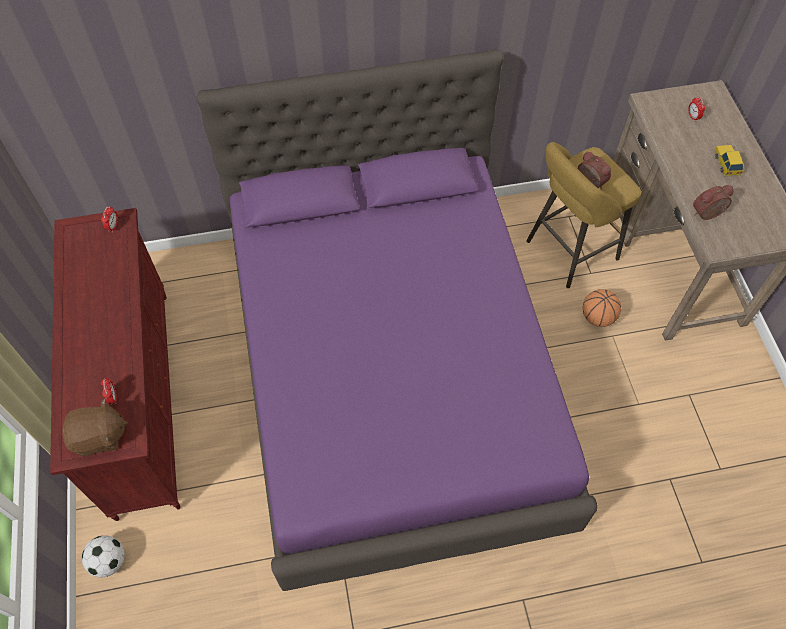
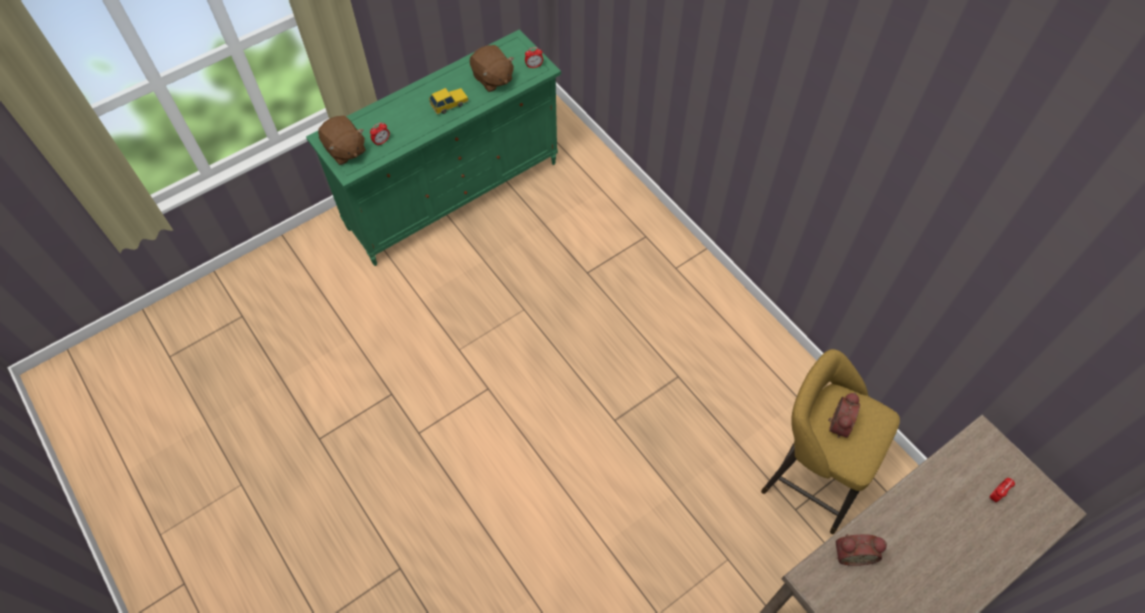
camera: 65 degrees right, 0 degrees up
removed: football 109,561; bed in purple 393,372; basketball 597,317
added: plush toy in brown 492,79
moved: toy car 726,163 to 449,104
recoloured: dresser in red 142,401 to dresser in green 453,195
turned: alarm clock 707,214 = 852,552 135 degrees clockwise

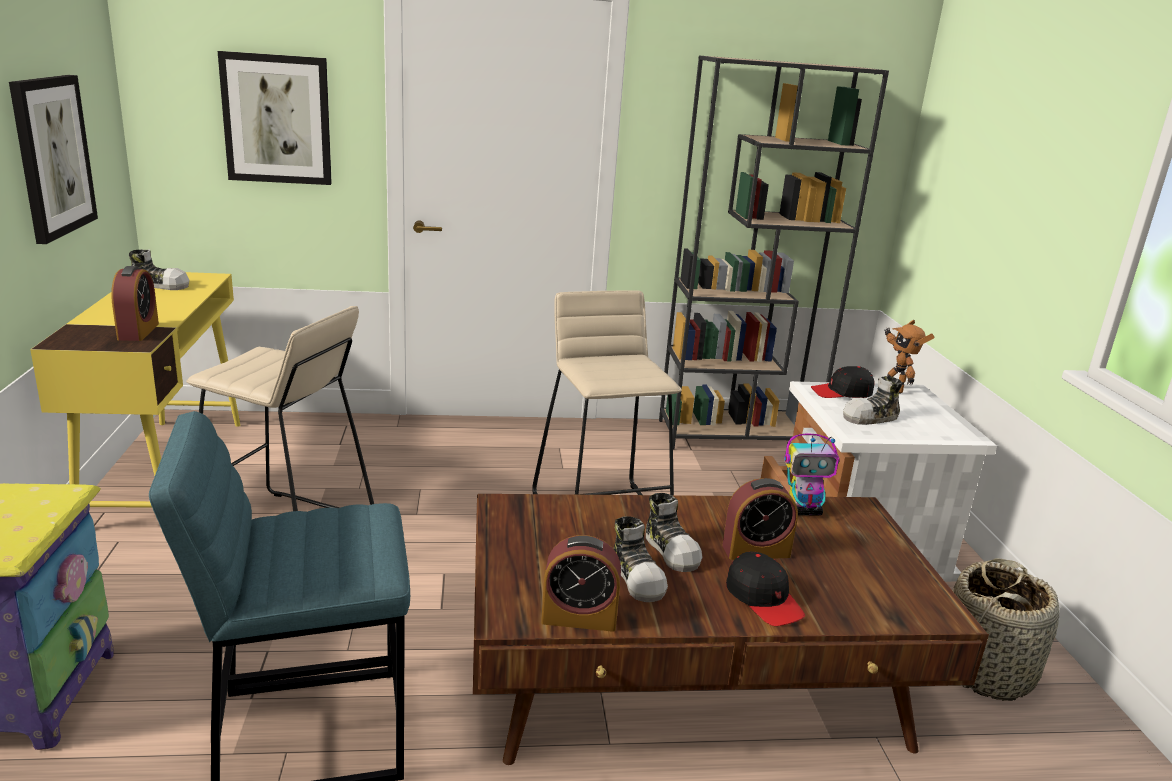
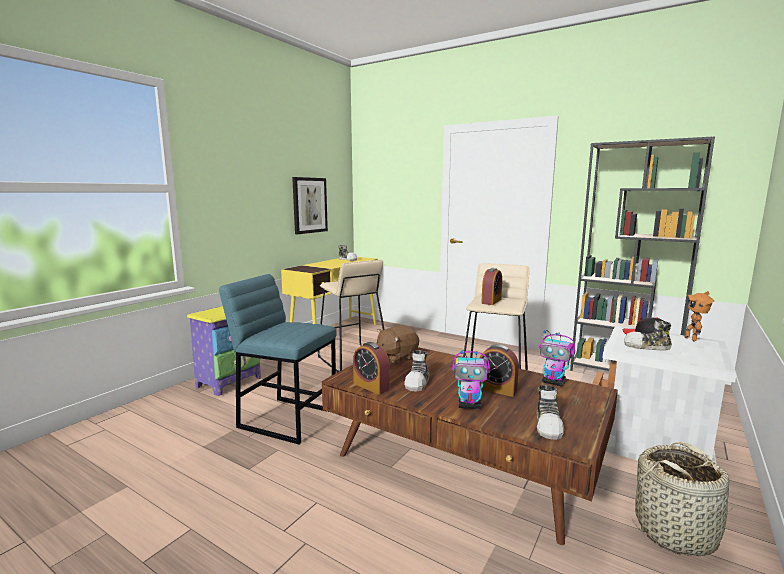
camera: 40 degrees right, 10 degrees down
removed: picture 277,119
added: plush toy in brown 396,356
moved: alarm clock 138,331 to 491,301; shoe 672,550 to 549,425
replaced: cap in black 763,599 to toy robot 469,405

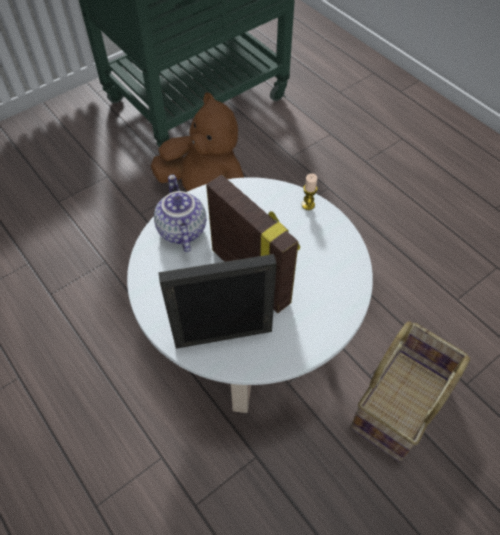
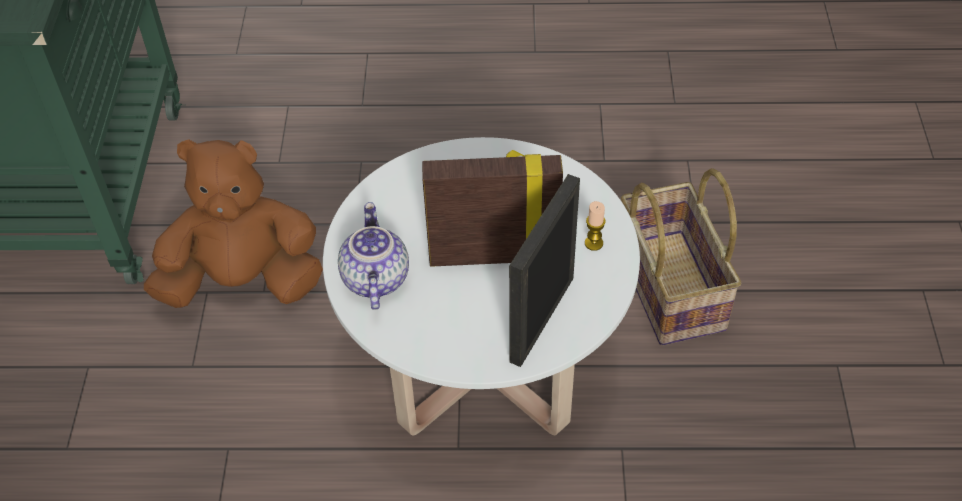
camera: 50 degrees left, 5 degrees down
moved: candle 308,205 to 593,243
turned: teapot 180,230 = 374,278 60 degrees clockwise

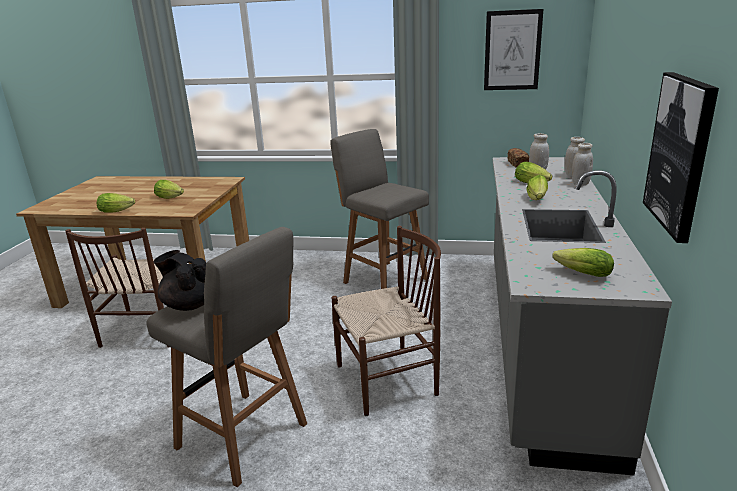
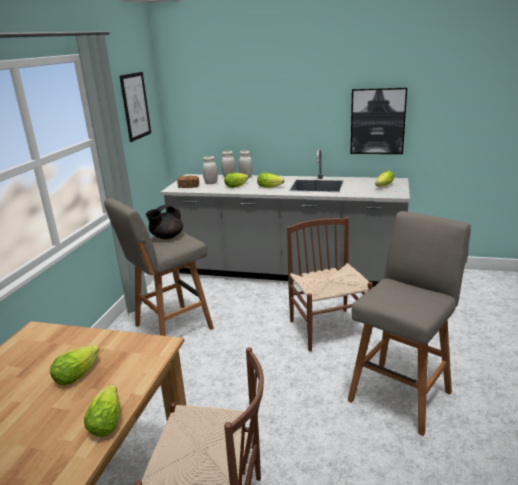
camera: 85 degrees left, 0 degrees up
moved: teapot in black 190,304 to 166,237

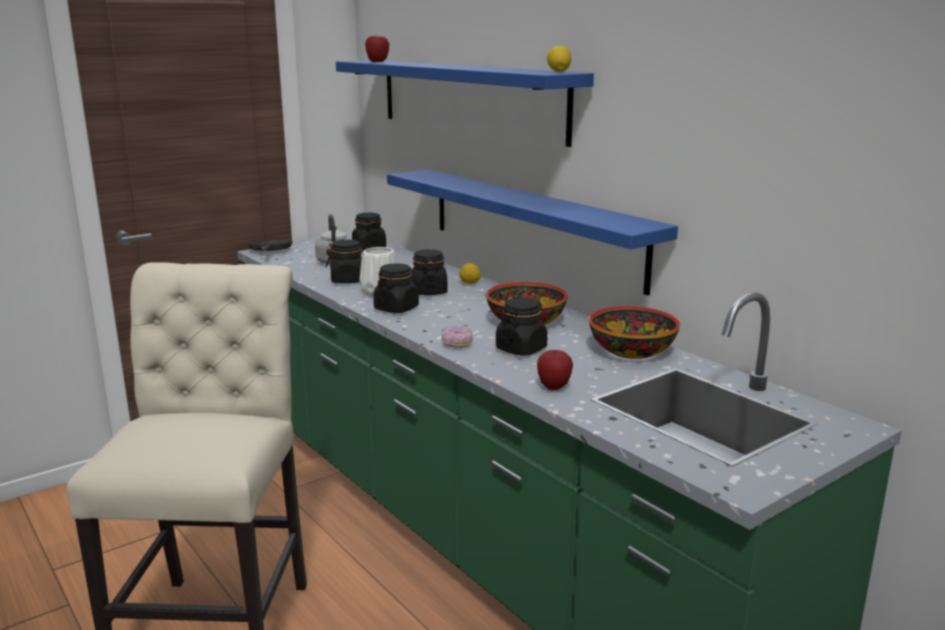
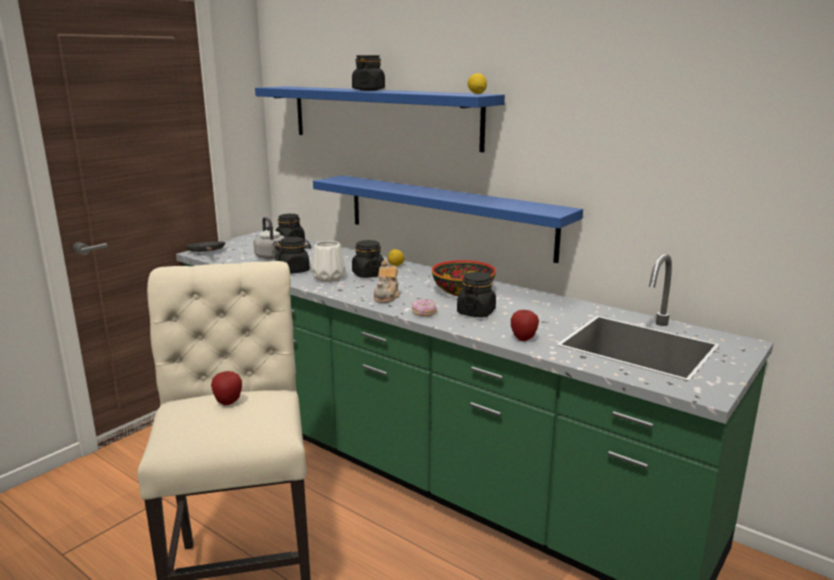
camera: 15 degrees left, 0 degrees up
removed: bowl 633,351
added: teapot 387,297
moved: apple 377,62 to 228,402; jar in black 396,308 to 368,90

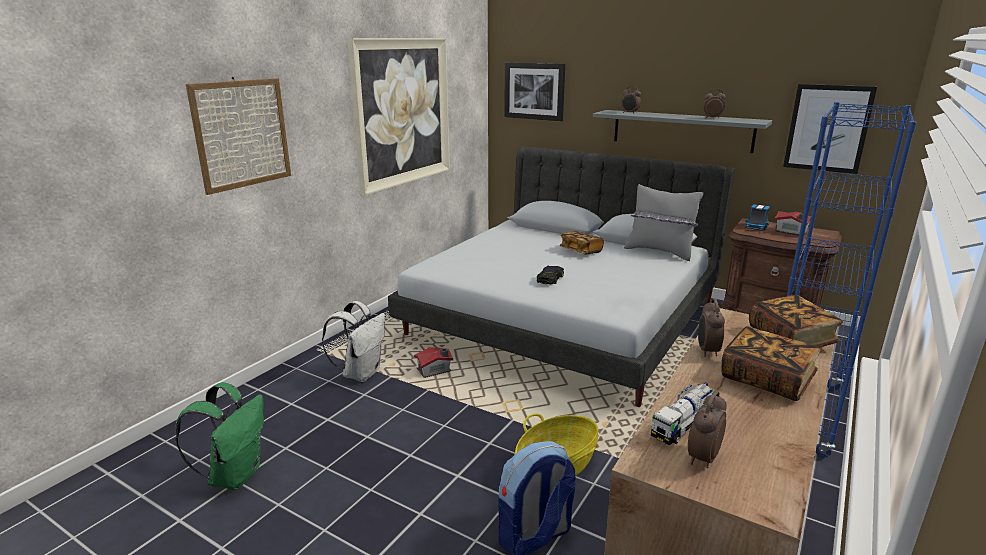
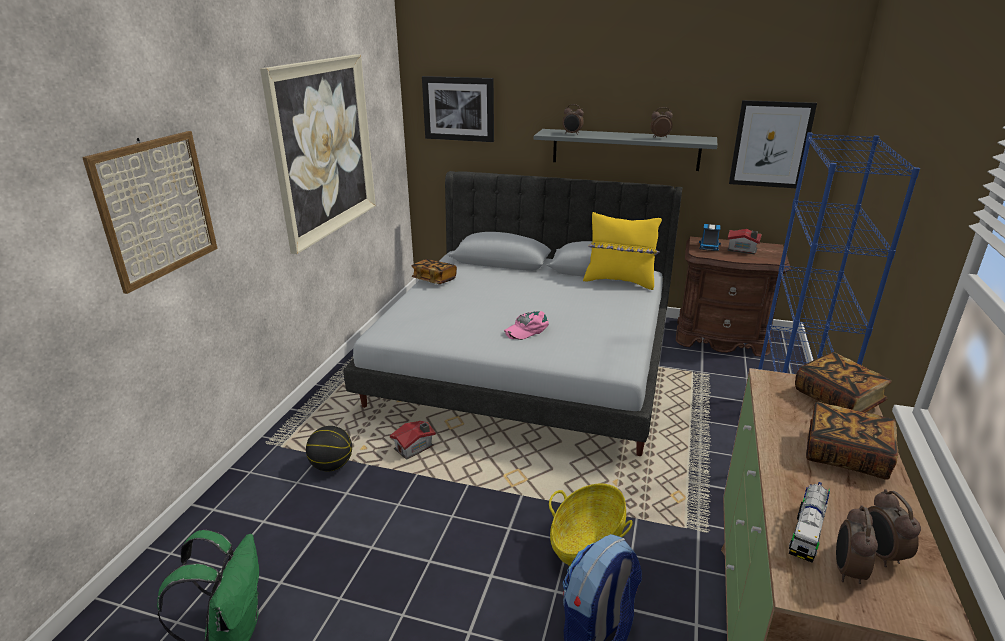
camera: 15 degrees left, 5 degrees up
moved: book 581,251 to 434,280; alarm clock 707,351 to 880,554
replaced: backpack in white 361,373 to basketball 332,465; toy car in black 550,278 to cap in pink 526,329
recoloured: pillow in grey 659,252 to pillow in yellow 619,281

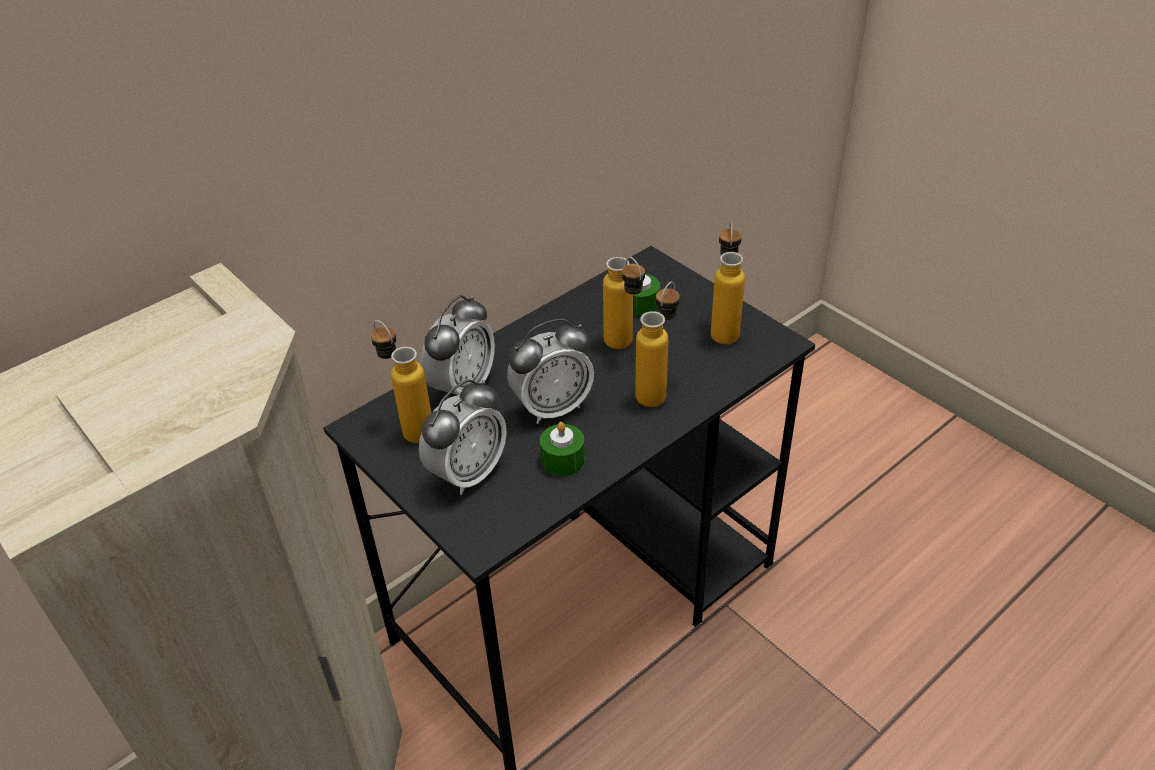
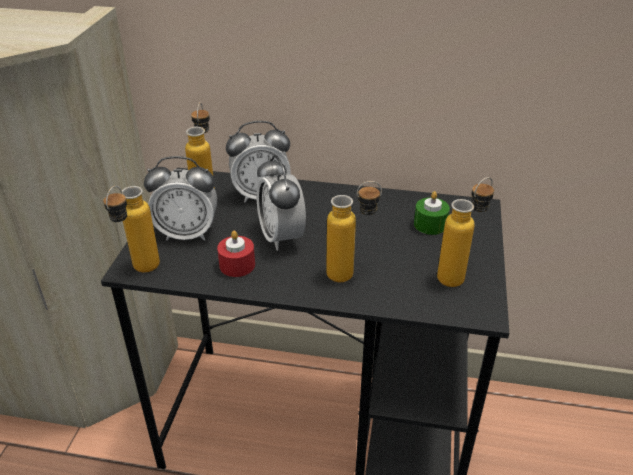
camera: 50 degrees right, 5 degrees down
moved: bottle 624,348 to 140,272
recoloured: candle in green 563,459 to candle in red 237,265
turned: alarm clock 552,407 = 281,237 45 degrees clockwise

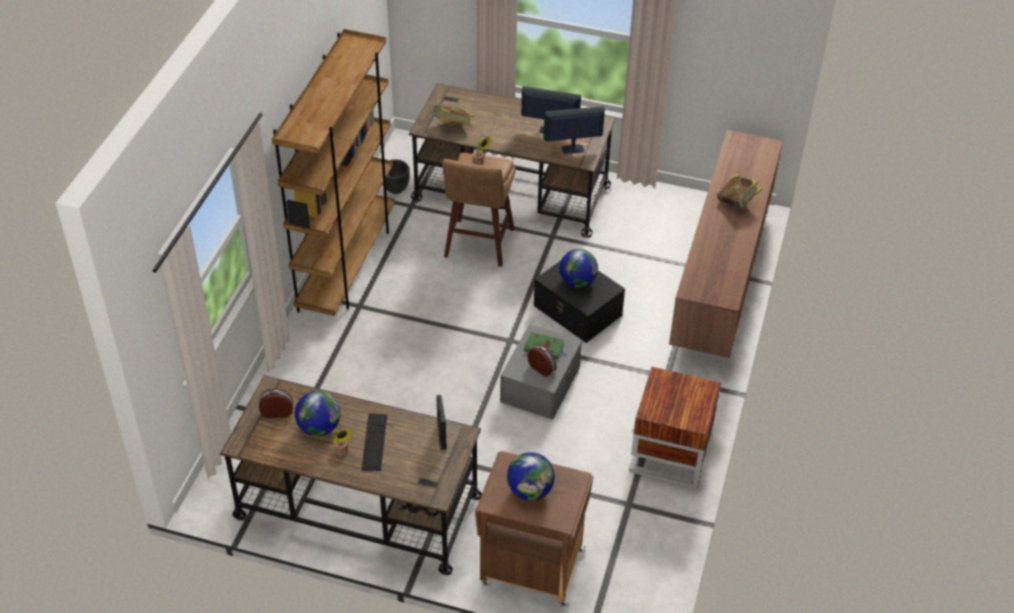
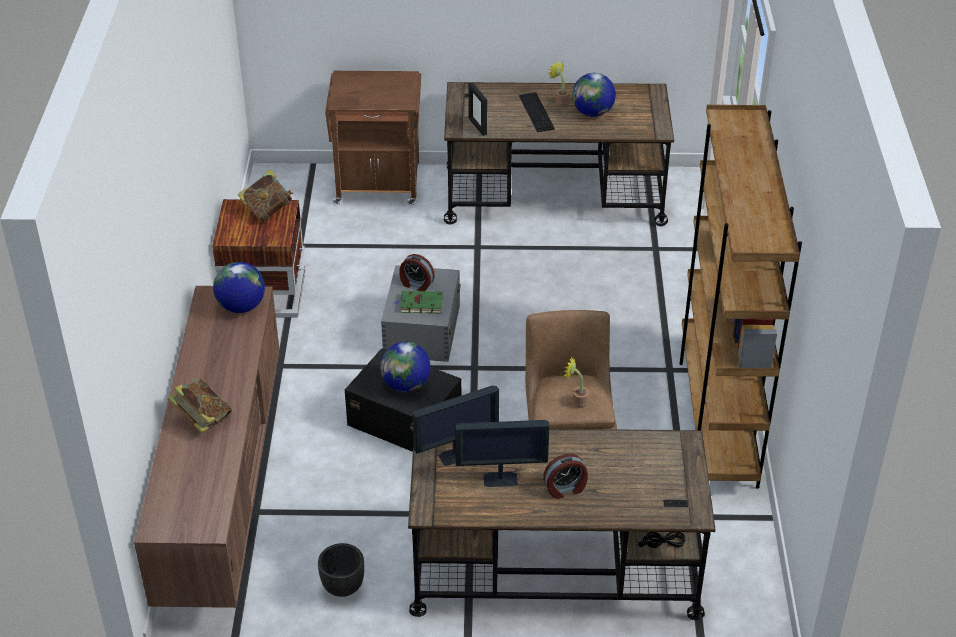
camera: 165 degrees right, 5 degrees down
moved: globe 530,490 to 241,307; book 452,127 to 267,211; planter in black 395,188 to 343,588; alarm clock 277,412 to 565,489

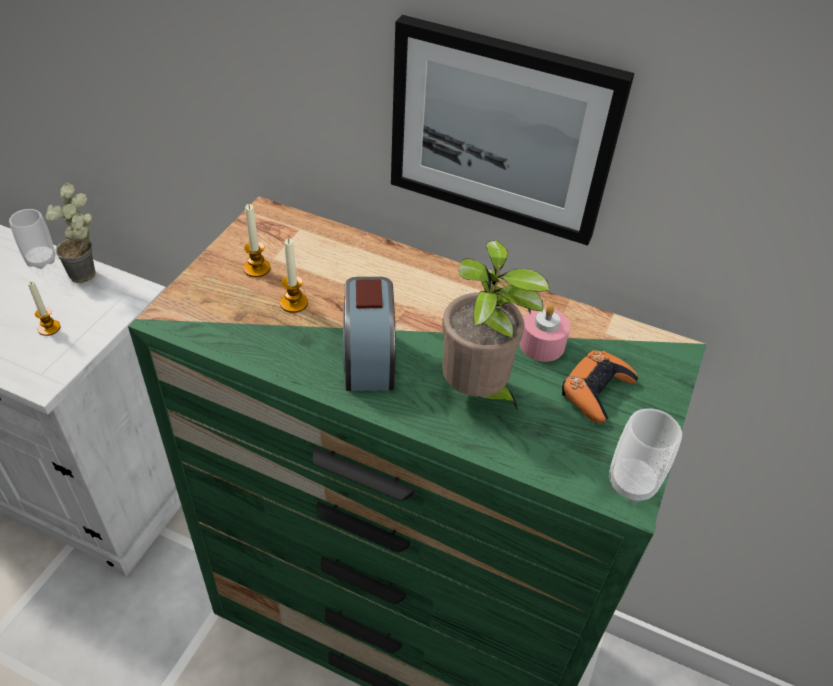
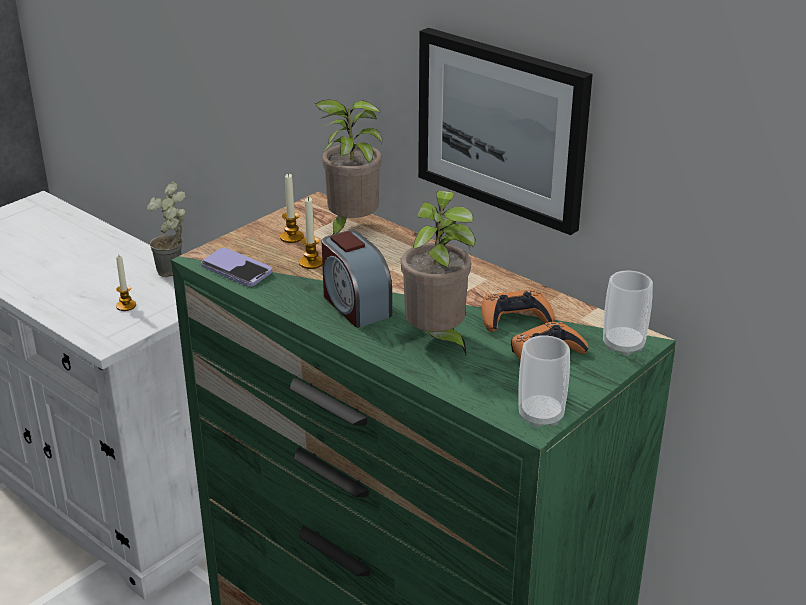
camera: 20 degrees right, 15 degrees down
added: phone 236,269; potted plant 350,227
moved: cup 41,260 to 623,345
replaced: candle in pink 542,344 to game controller in orange 515,318
turned: alarm clock 368,358 = 355,305 45 degrees counterclockwise

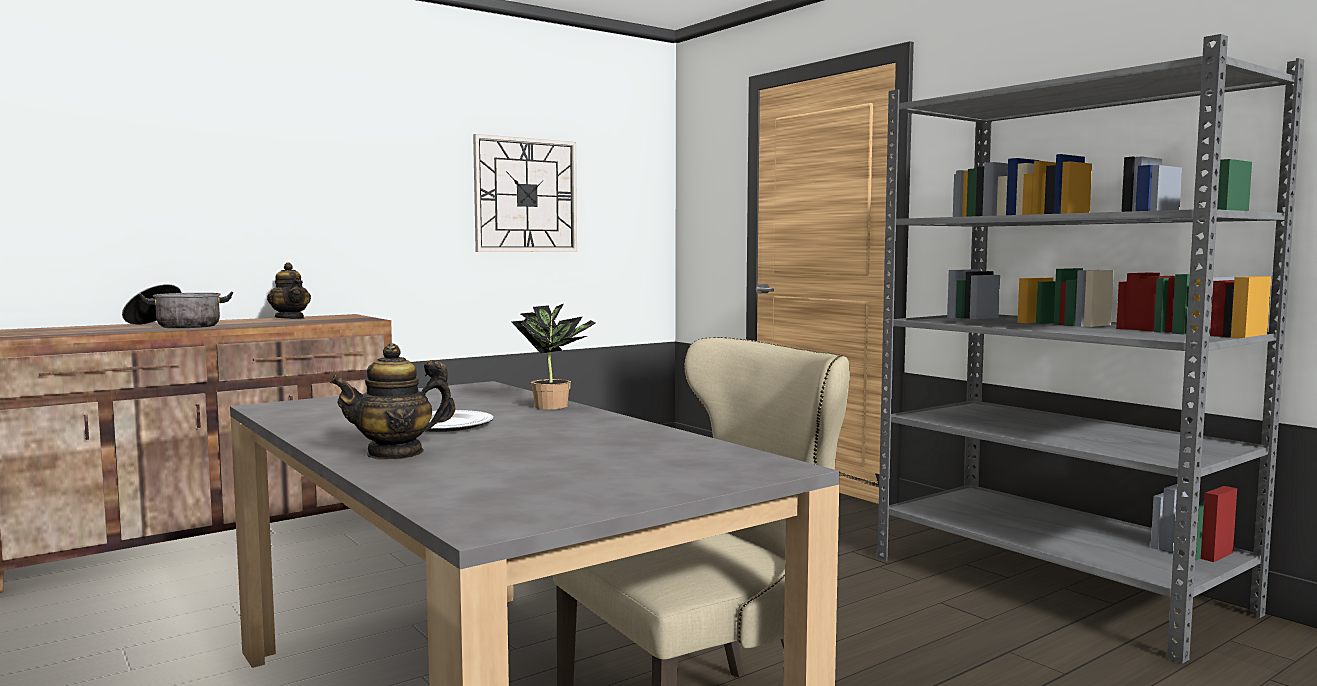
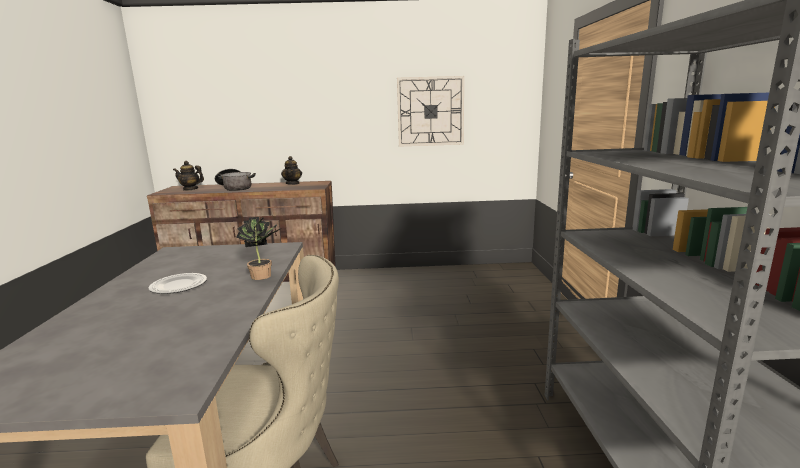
camera: 35 degrees right, 10 degrees up
moved: teapot 395,453 to 190,189

